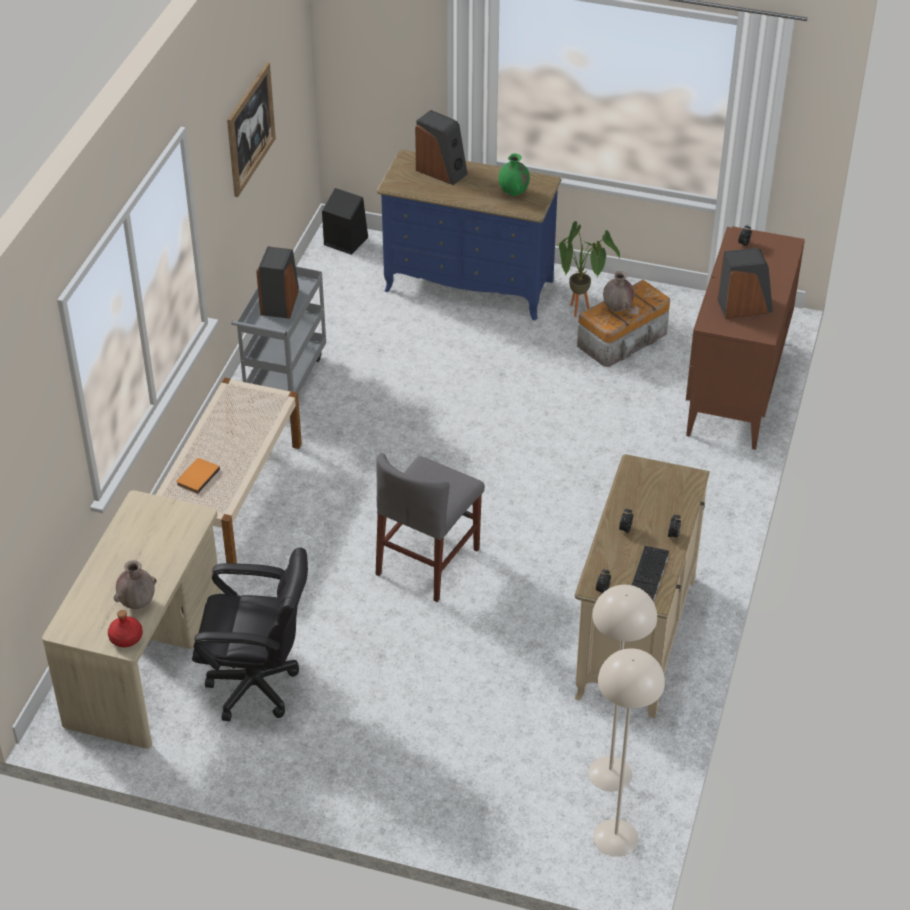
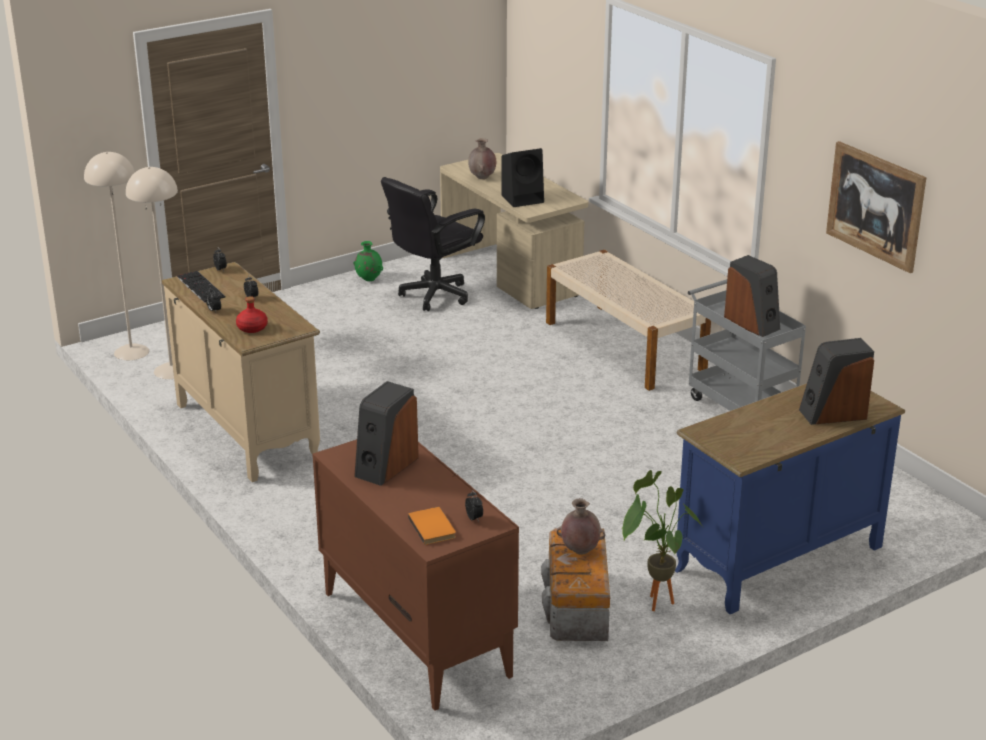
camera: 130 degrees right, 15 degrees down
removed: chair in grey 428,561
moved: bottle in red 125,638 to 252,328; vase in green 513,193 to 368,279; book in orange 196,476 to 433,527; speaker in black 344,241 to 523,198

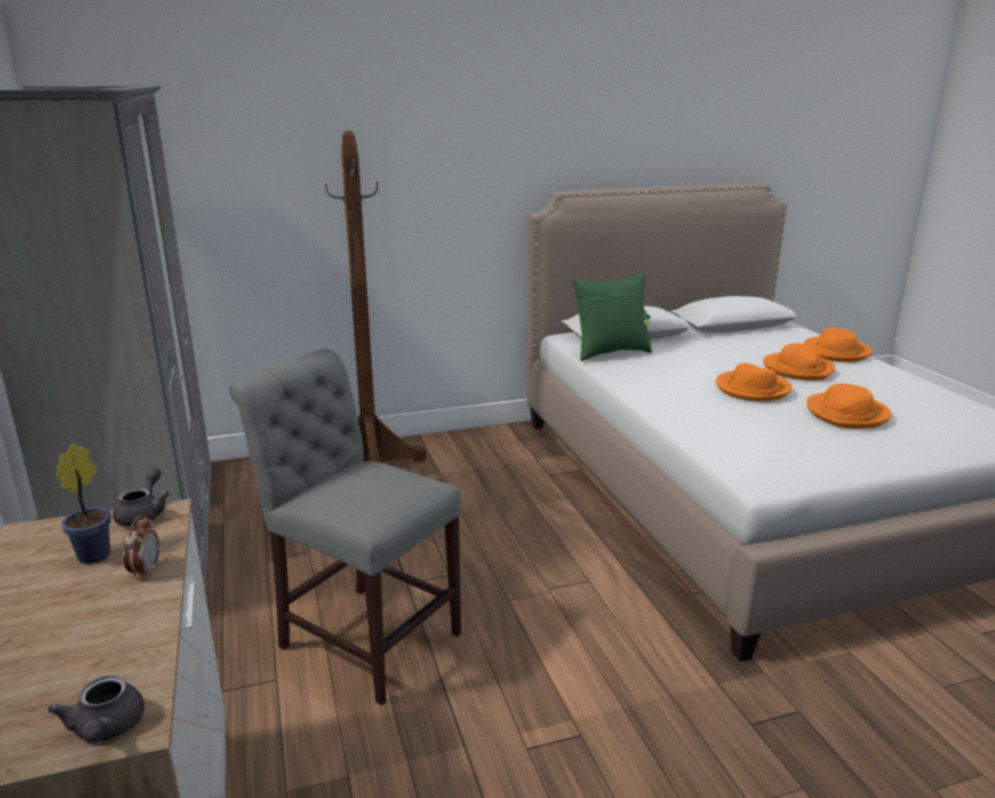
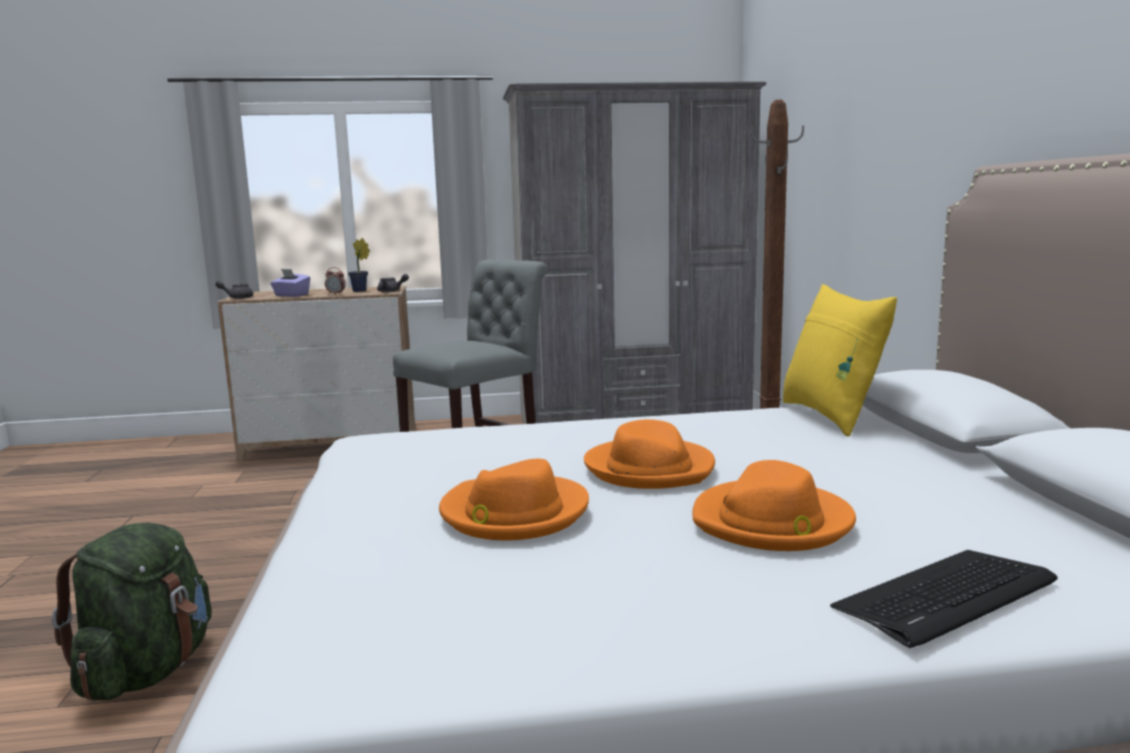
camera: 100 degrees right, 10 degrees down
added: backpack in green 147,671; tissue box in purple 291,295
replaced: hat in orange 836,352 to keyboard 946,597
recoloured: pillow in green 611,353 to pillow in yellow 831,417

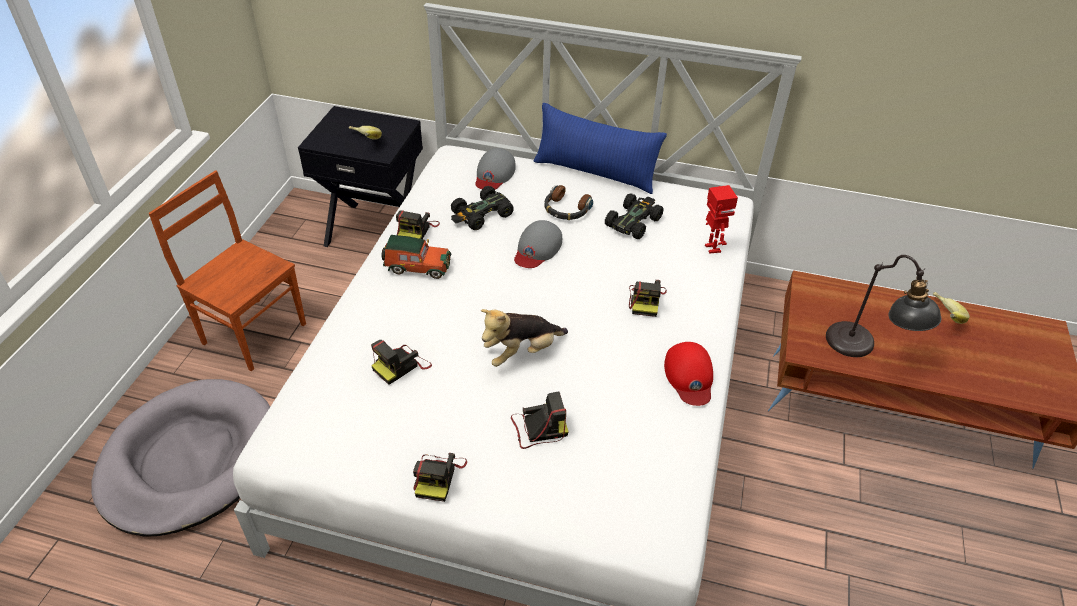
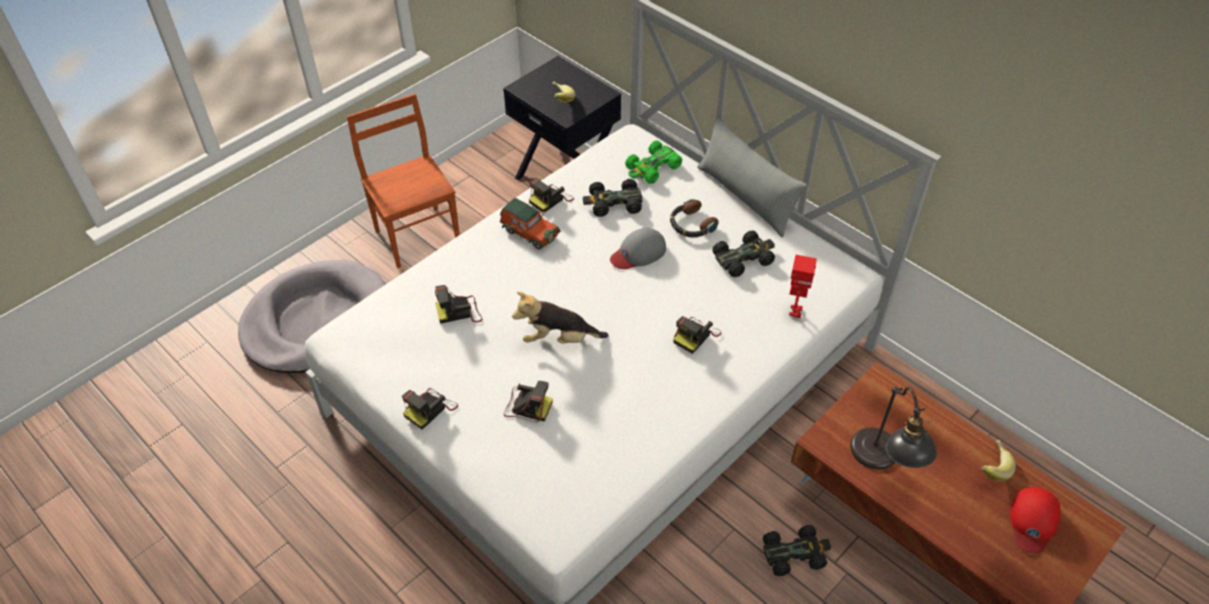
camera: 30 degrees right, 5 degrees up
added: toy car in black 794,554
moved: cap in red 689,376 to 1032,521
replaced: cap in grey 494,174 to toy car in green 652,168
recoloured: pillow in blue 595,172 to pillow in grey 745,197

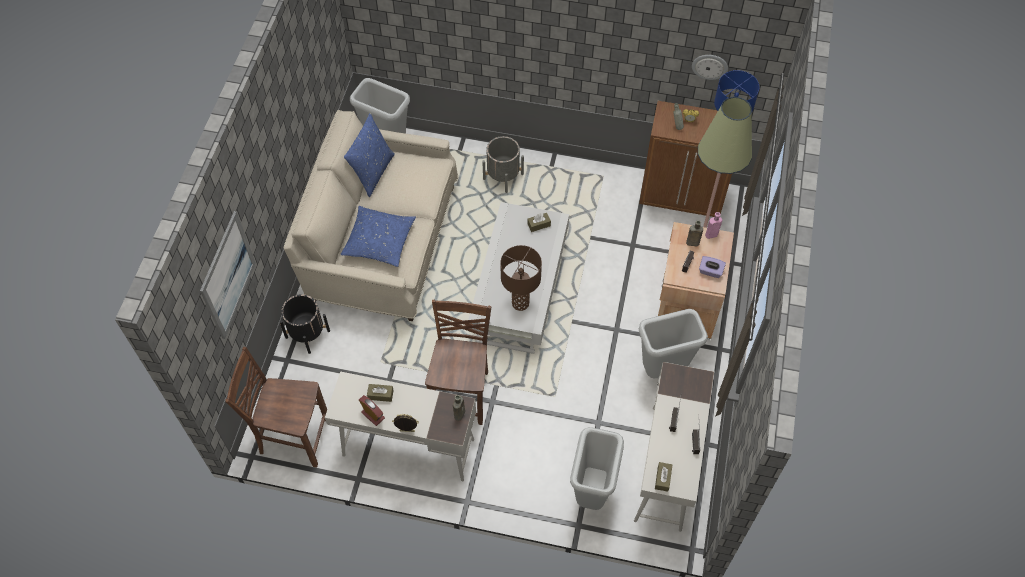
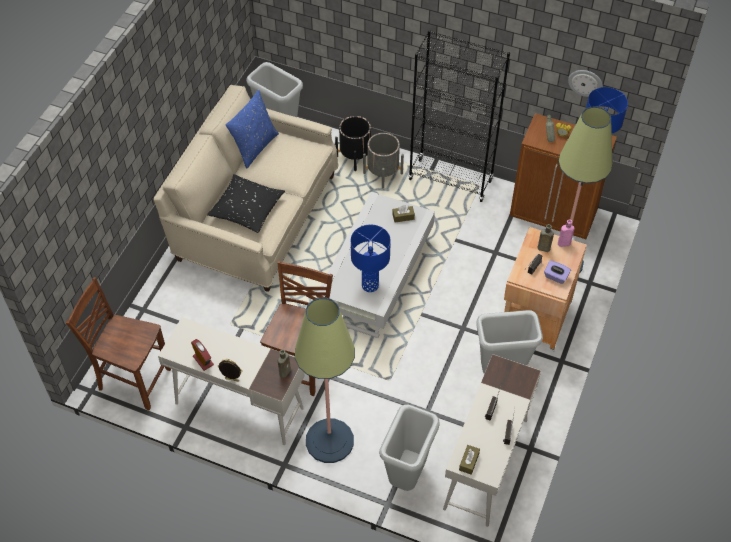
camera: 10 degrees right, 5 degrees down
removed: picture 228,275; tissue box in brown 380,395
added: floor lamp 329,441; bookcase in black 450,180
moved: planter in black 307,334 to 355,156
recoloured: pillow in blue 379,241 to pillow in black 247,209; table lamp in brown 520,303 to table lamp in blue 369,285

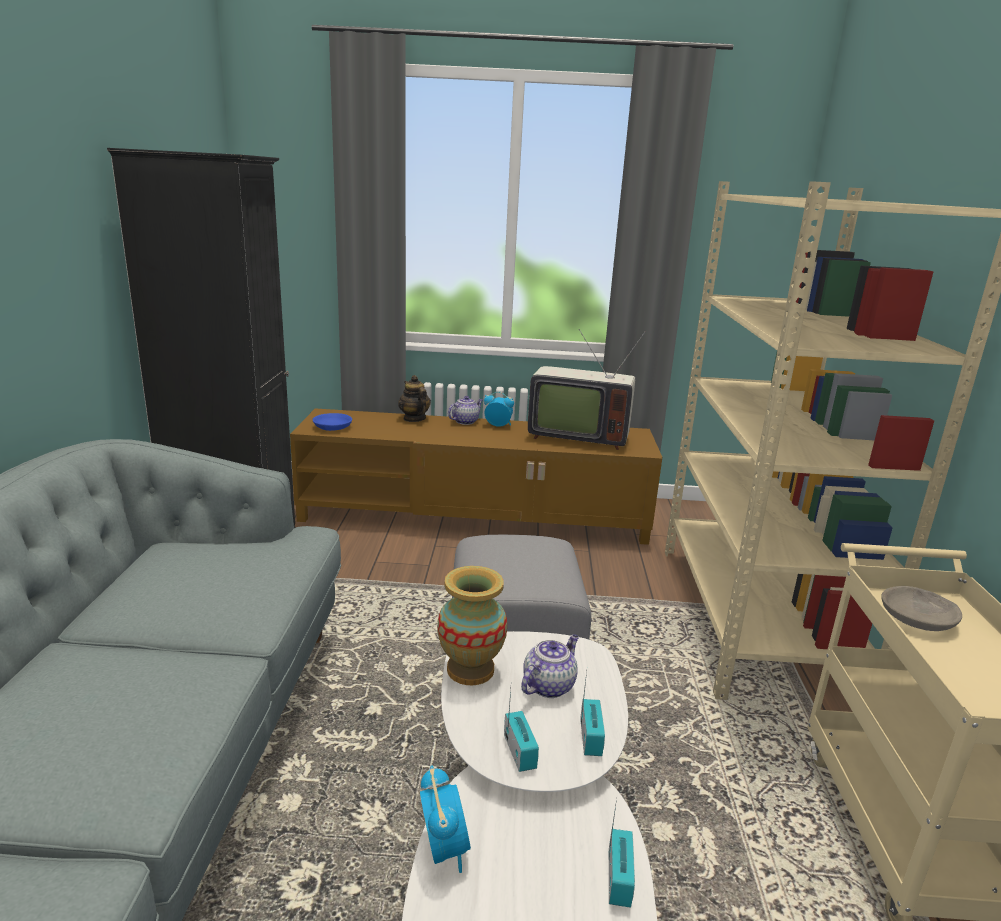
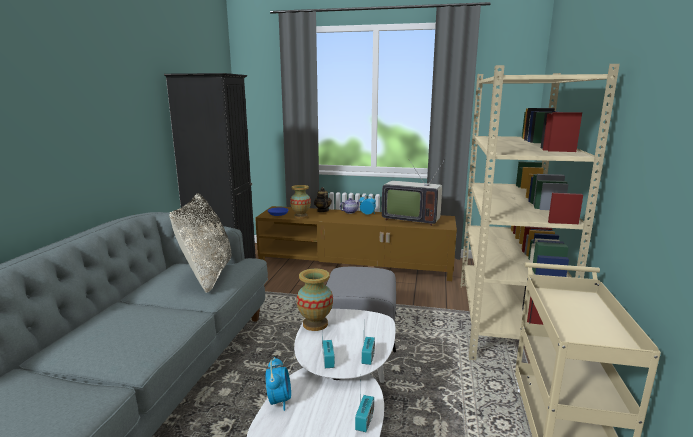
camera: 10 degrees right, 5 degrees down
removed: teapot 549,685; bowl in grey 918,618
added: pillow in beige 208,276; vase 300,216

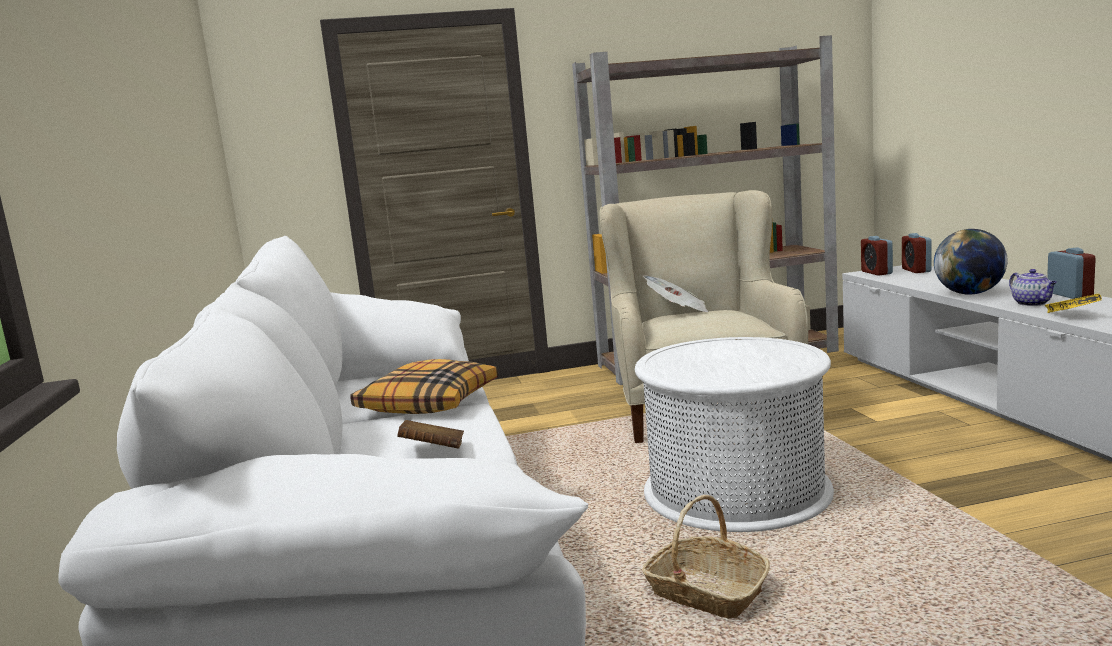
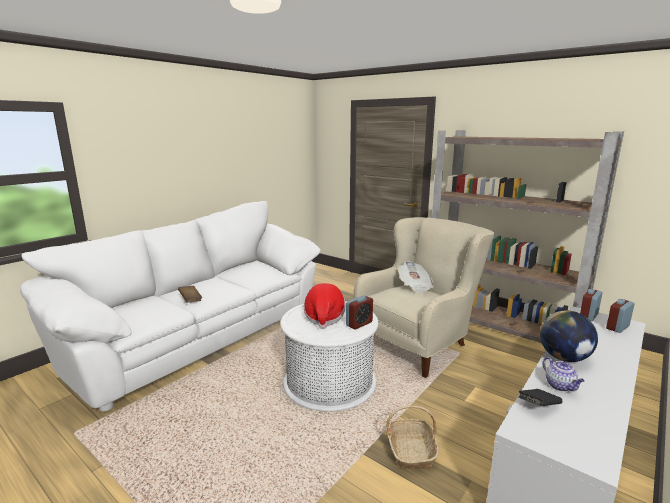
camera: 50 degrees right, 5 degrees up
removed: pillow 429,403
added: hat 324,317
moved: alarm clock 1069,295 to 359,324; basket 706,593 to 411,450
recoloured: book in yellow 1071,315 to book in black 538,406
turned: teapot 1032,303 = 560,386 60 degrees counterclockwise

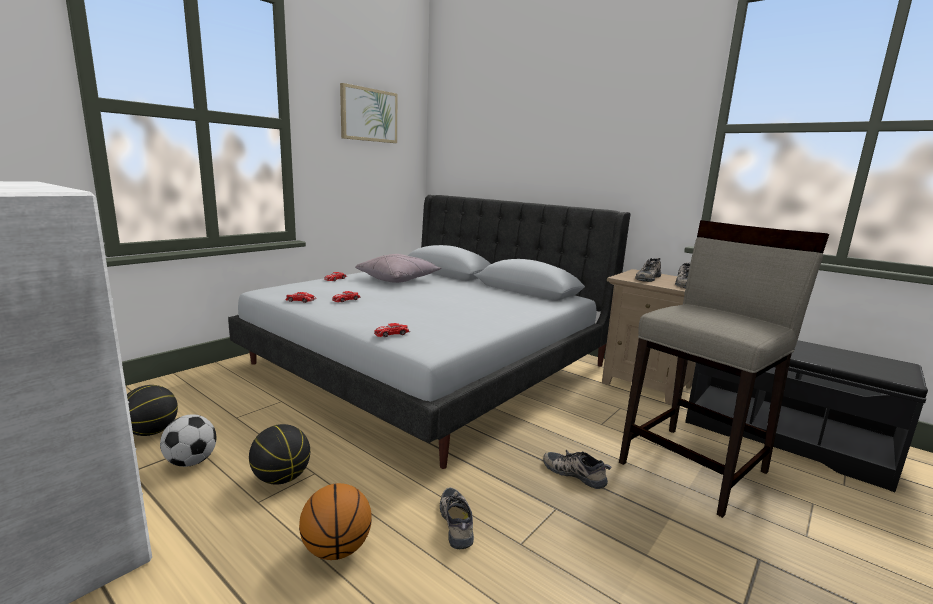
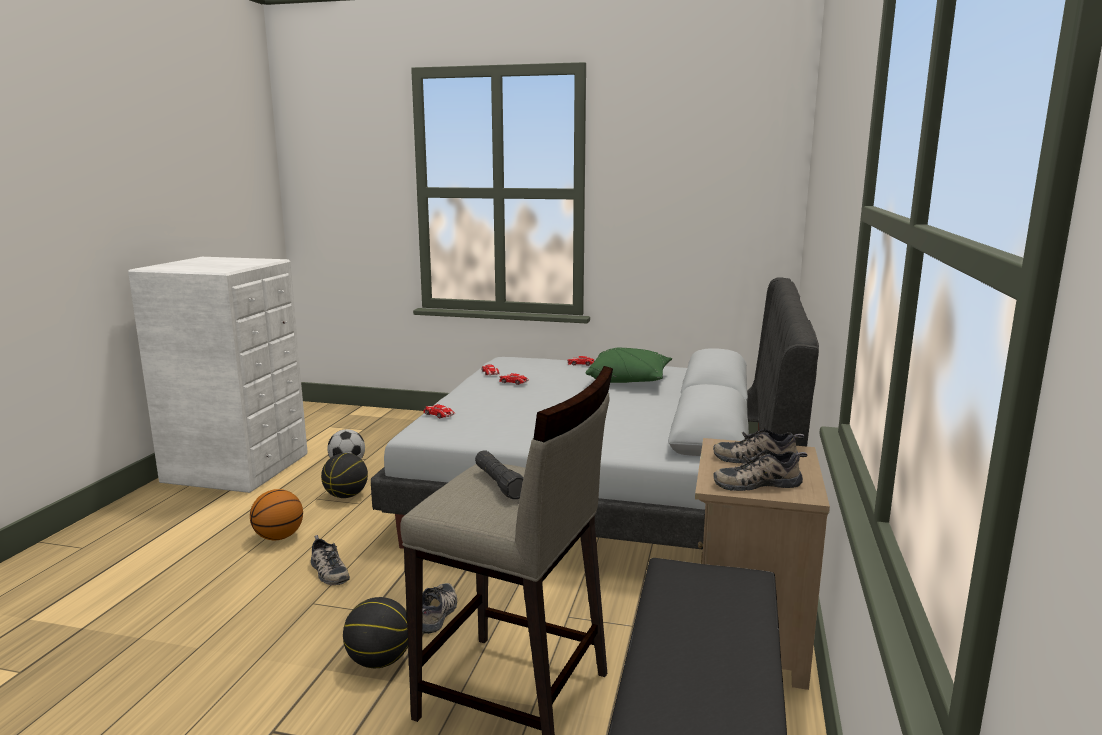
camera: 65 degrees right, 0 degrees up
removed: picture 369,115
added: flashlight in black 499,483
moved: basketball 152,432 to 379,661
recoloured: pillow in purple 398,279 to pillow in green 629,380
turned: shoe 458,522 = 327,571 90 degrees clockwise

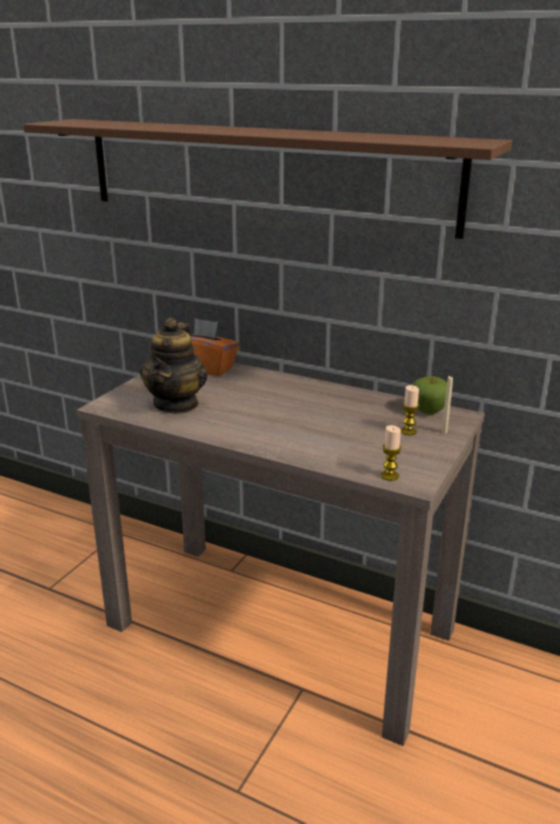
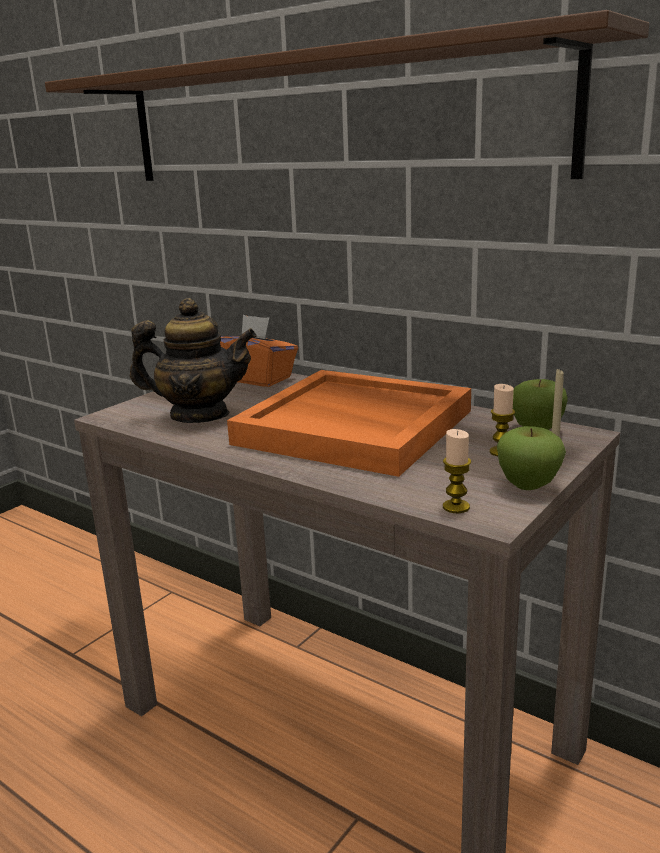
camera: 10 degrees right, 5 degrees down
added: tray in orange 357,427; apple 528,485
turned: teapot 176,404 = 199,415 105 degrees counterclockwise

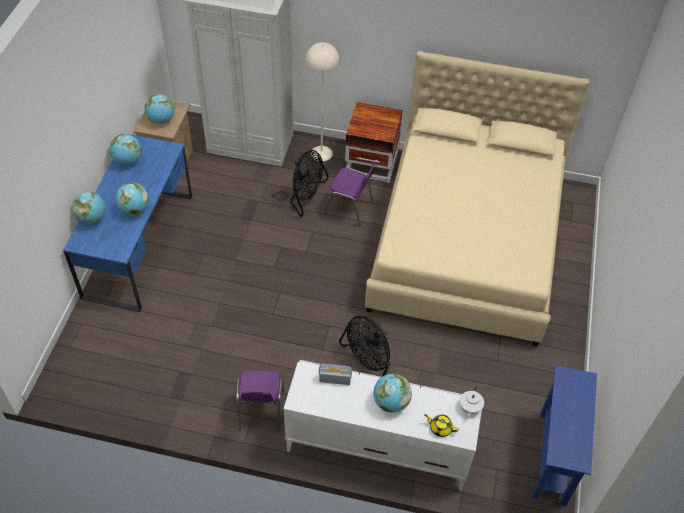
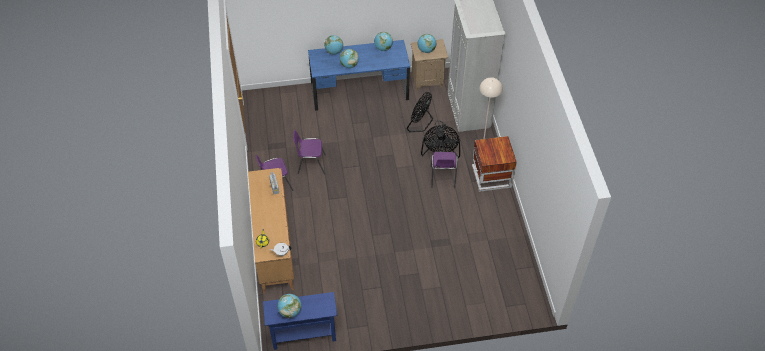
camera: 70 degrees right, 0 degrees up
removed: bed in beige 467,241
added: chair in purple 310,164
moved: globe 390,402 to 290,311; fan in black 369,358 to 424,122
recoloured: dresser in white 377,449 to dresser in brown 273,245

